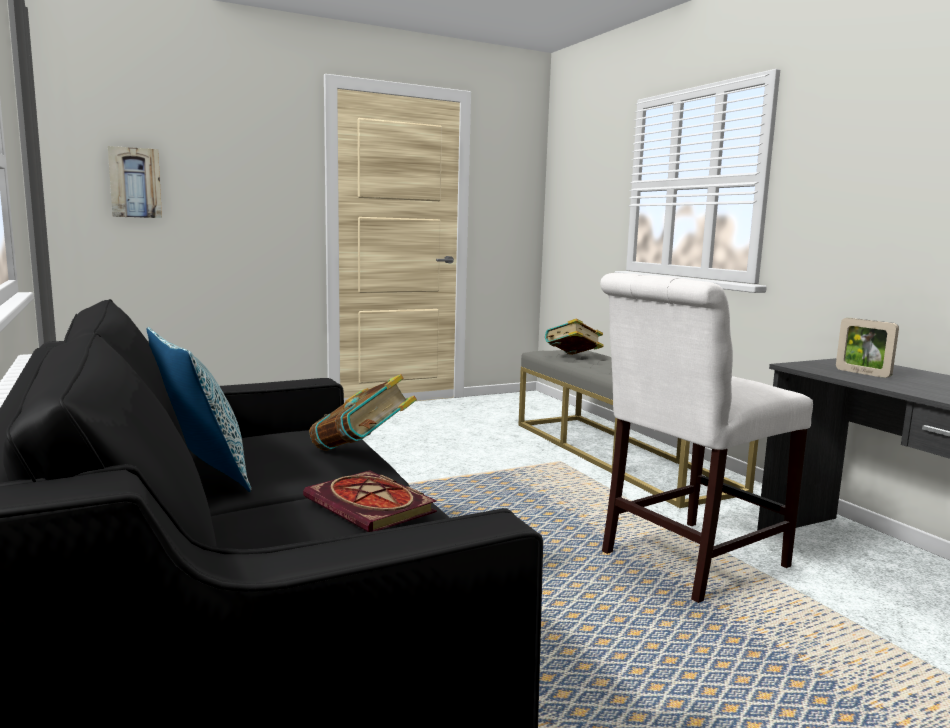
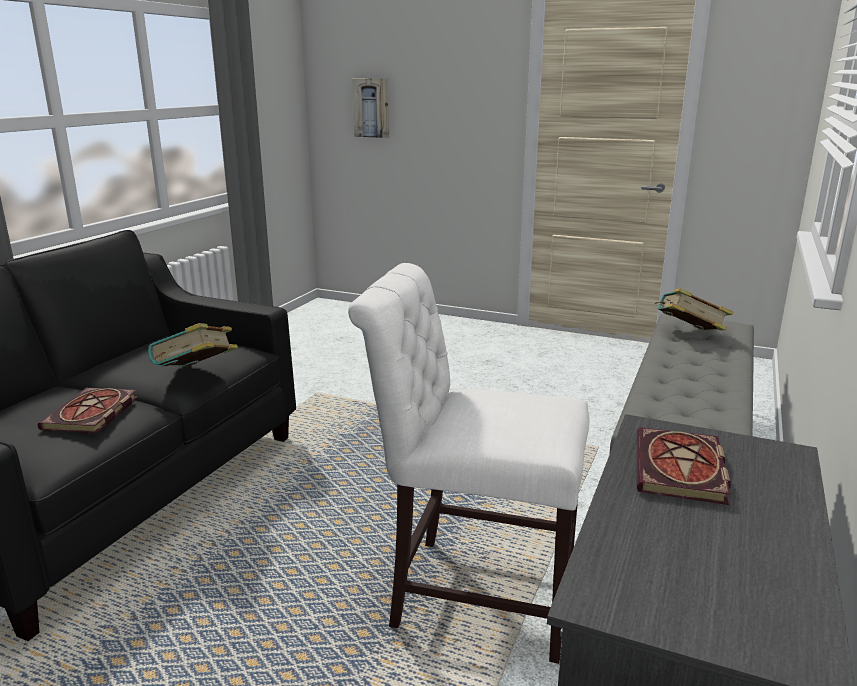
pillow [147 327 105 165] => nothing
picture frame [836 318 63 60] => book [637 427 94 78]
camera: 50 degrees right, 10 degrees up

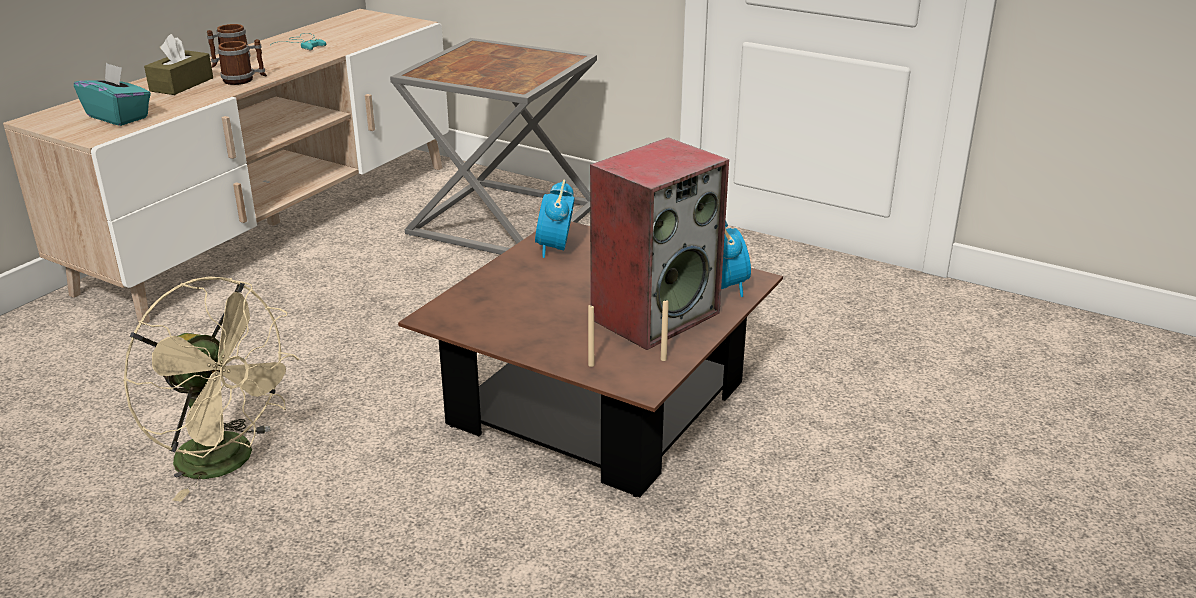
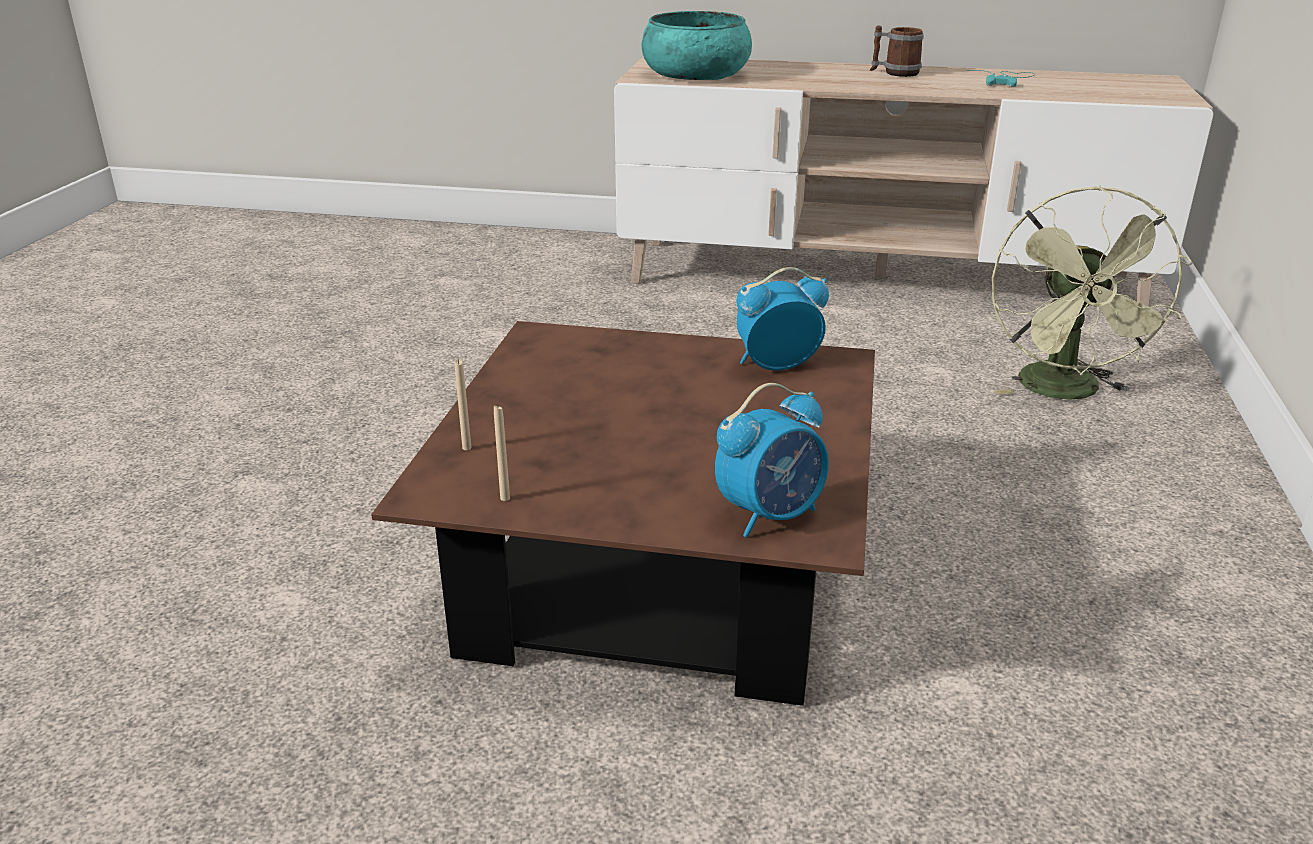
beige fan [123 277 176 224] => nothing
brown tissue box [144 34 69 61] => nothing
mug [218 39 49 46] => nothing
speaker [590 137 139 213] => nothing
turquoise tissue box [74 63 77 63] => turquoise bowl [642 11 110 69]
grey side table [390 38 207 217] => green fan [992 186 201 214]
camera: 70 degrees right, 0 degrees up

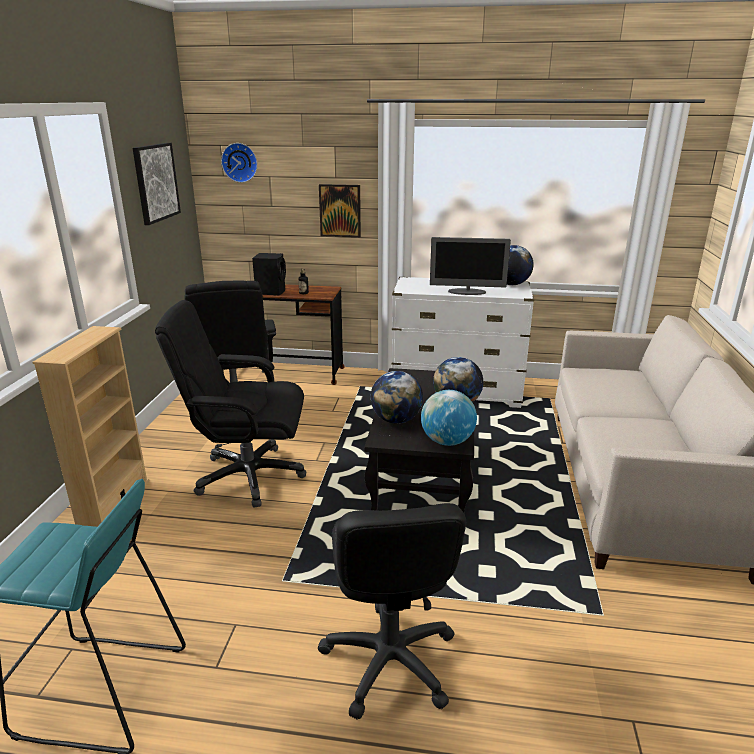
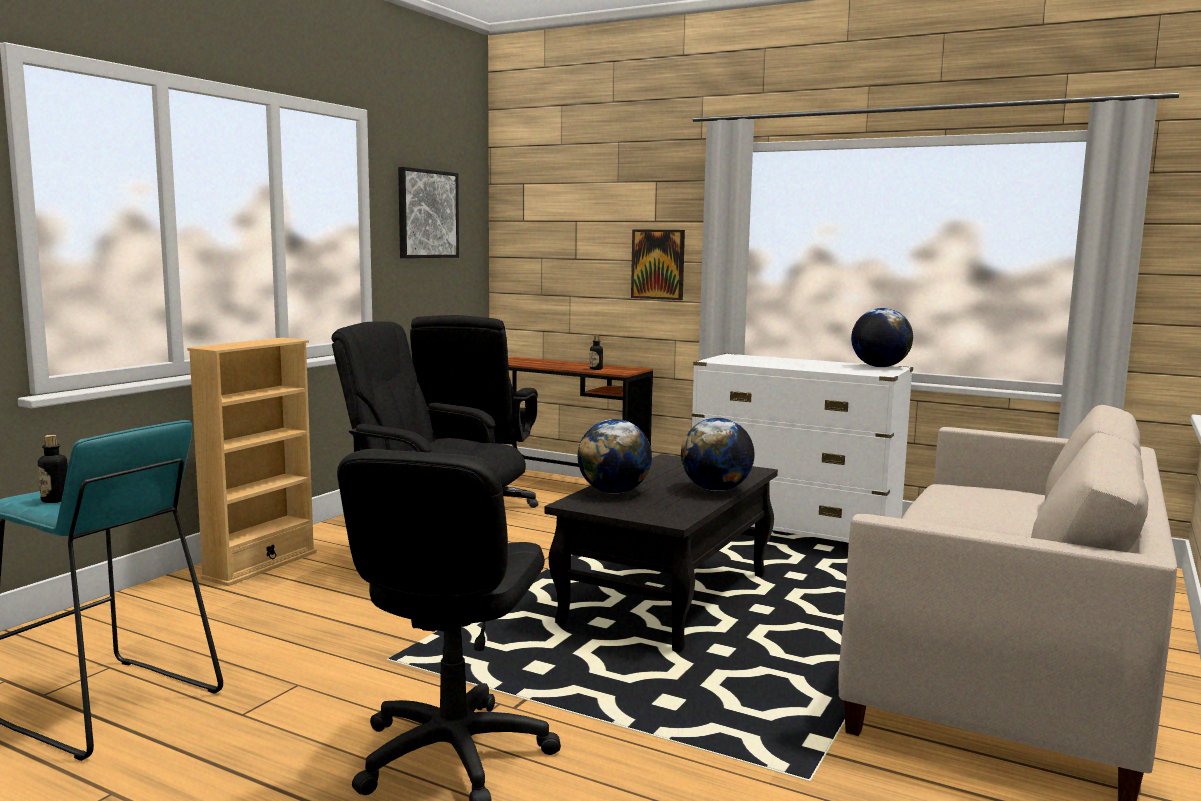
wall clock [221 143 37 40] => nothing
black speaker [252 253 34 42] => nothing
globe [421 390 56 56] => nothing
monitor [430 237 81 58] => nothing
nothing => bottle [38 435 30 68]
camera: 20 degrees right, 15 degrees down

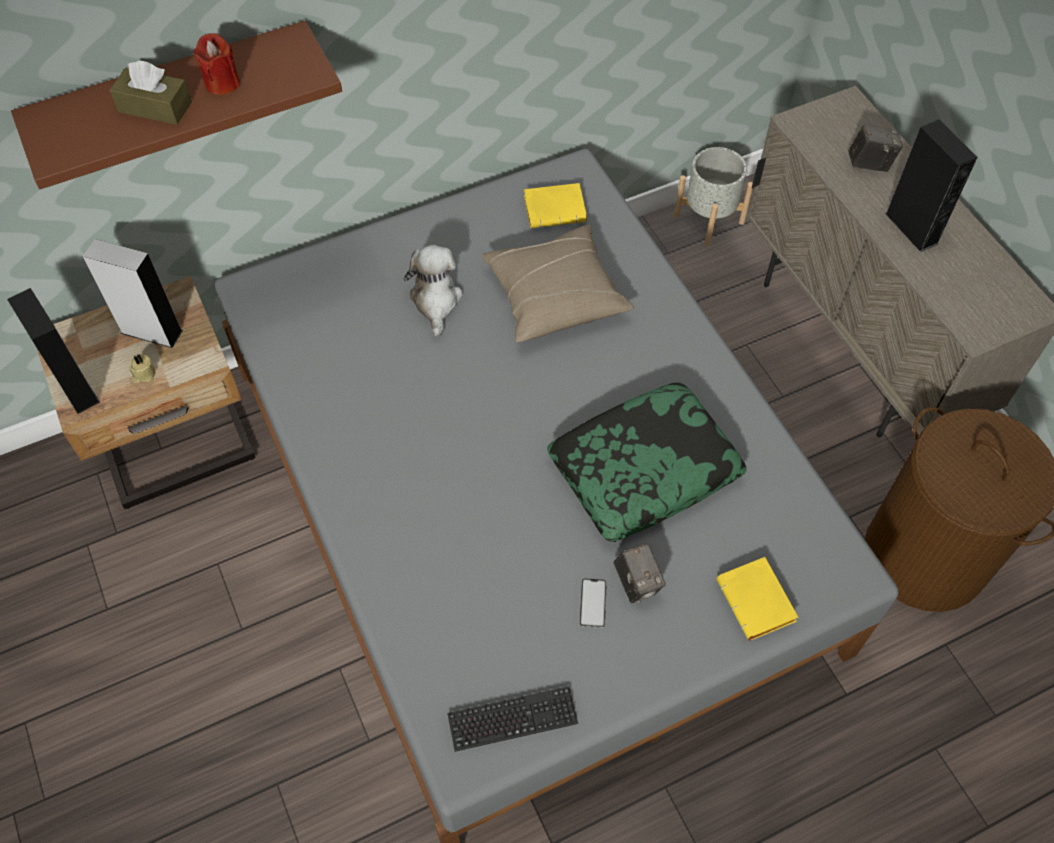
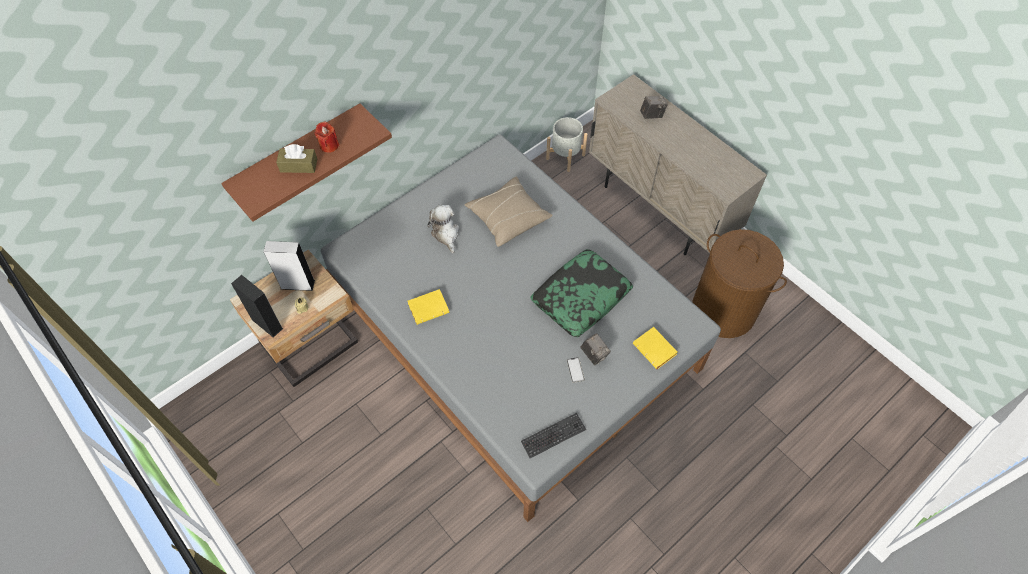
black speaker [885 119 93 133] => nothing
yellow book [524 183 63 45] => yellow book [408 289 41 36], move
camera: 15 degrees left, 0 degrees up

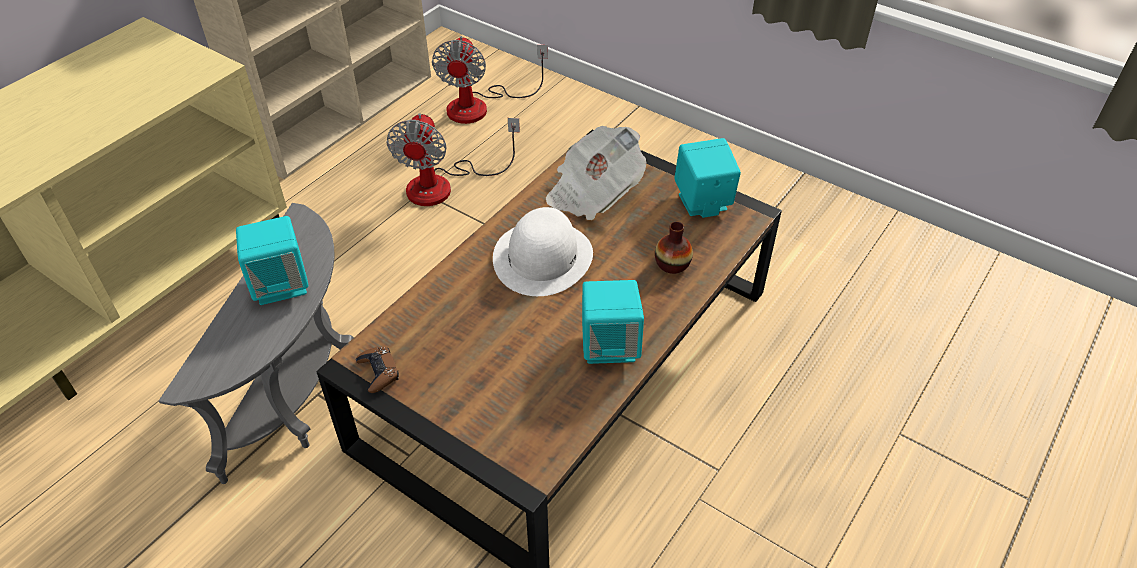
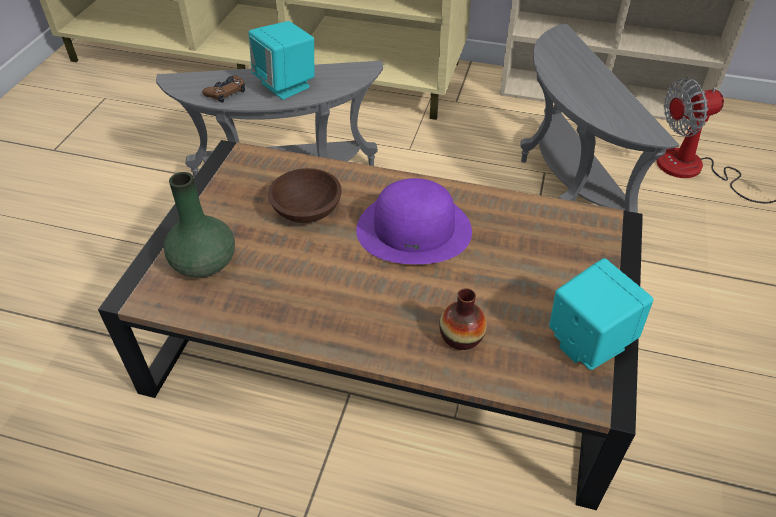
newspaper [546 126 101 94] => nothing
turquoise speaker [582 280 62 84] => nothing
nothing => green vase [164 172 71 106]
nothing => brown bowl [268 168 74 55]
brown game controller [356 347 43 46] => brown game controller [202 75 43 28], move
fan [386 113 134 93] => grey side table [520 24 159 202]
white hat [493 207 100 89] => purple hat [356 178 116 86]
camera: 70 degrees right, 0 degrees up

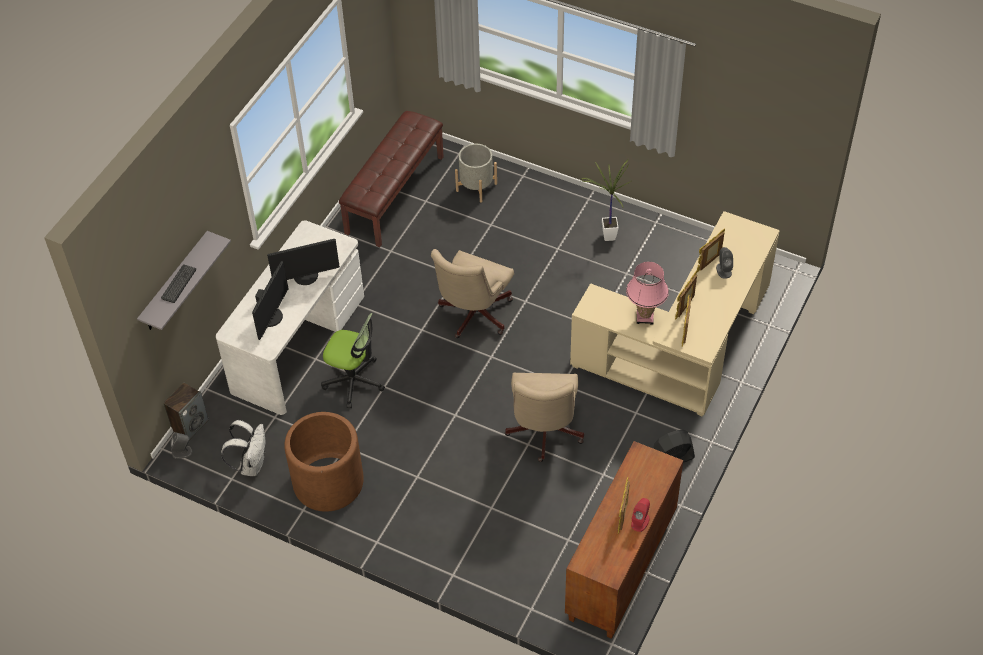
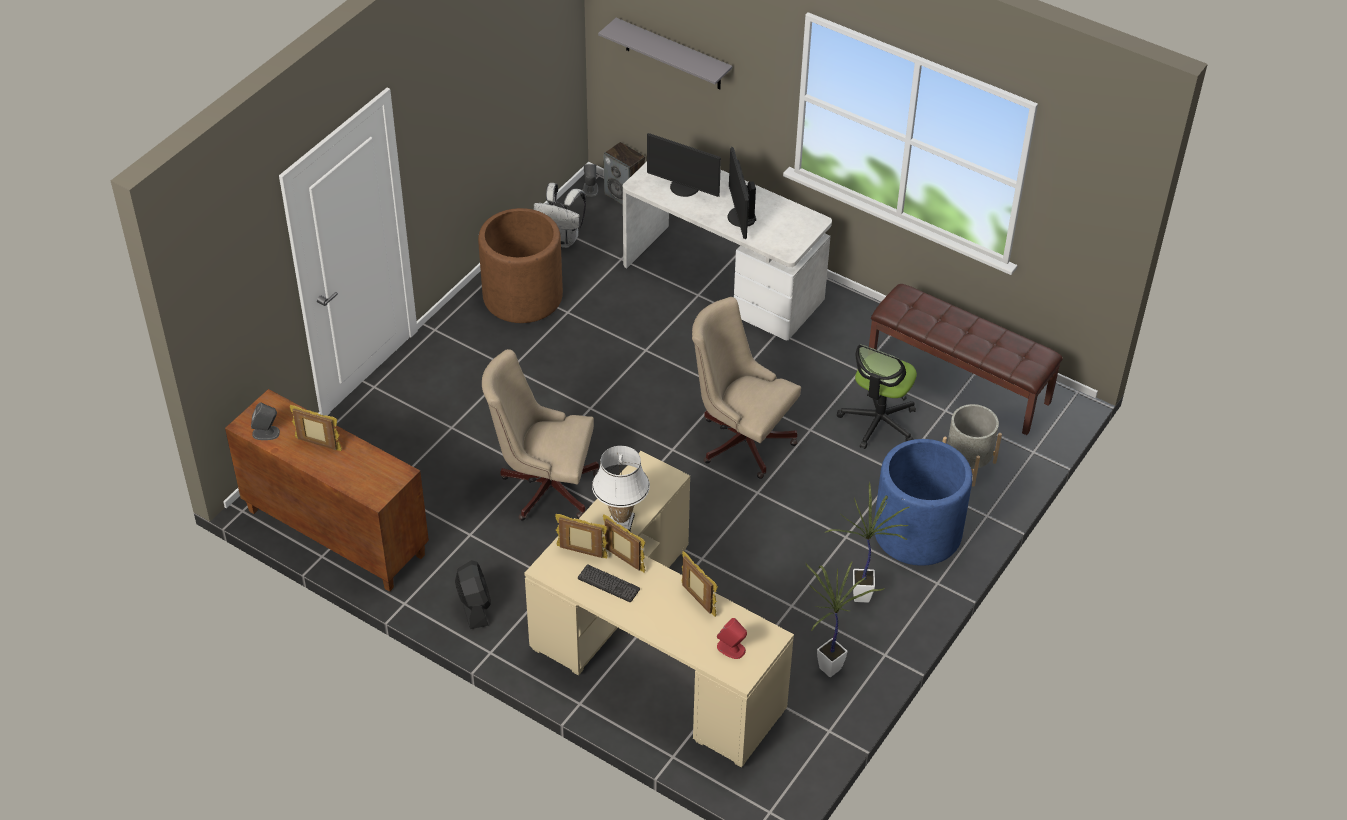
nothing => potted plant [806 561 78 116]
nothing => blue planter [874 439 98 127]
keyboard [161 264 35 39] => keyboard [578 564 62 38], move
office chair [321 313 64 95] => office chair [837 344 80 105], move
red speaker [631 498 19 34] => red speaker [717 618 30 41], move
grey speaker [716 247 17 32] => grey speaker [251 402 29 38], move
pink table lamp [626 262 43 62] => white table lamp [592 446 58 85]
camera: 95 degrees right, 5 degrees down

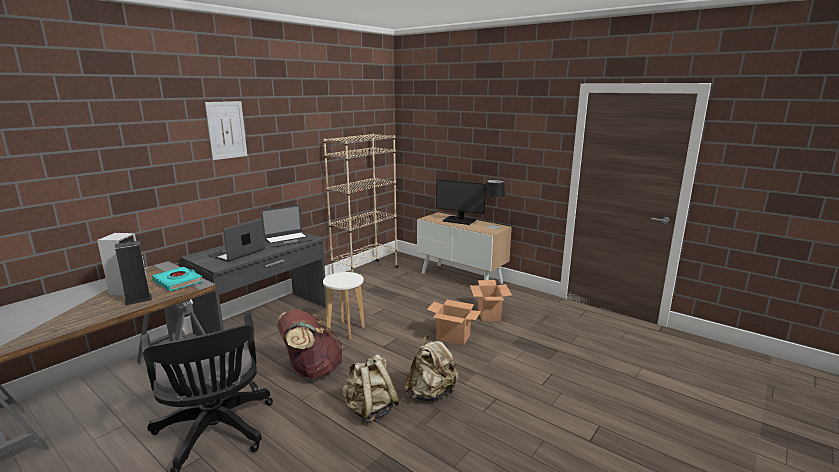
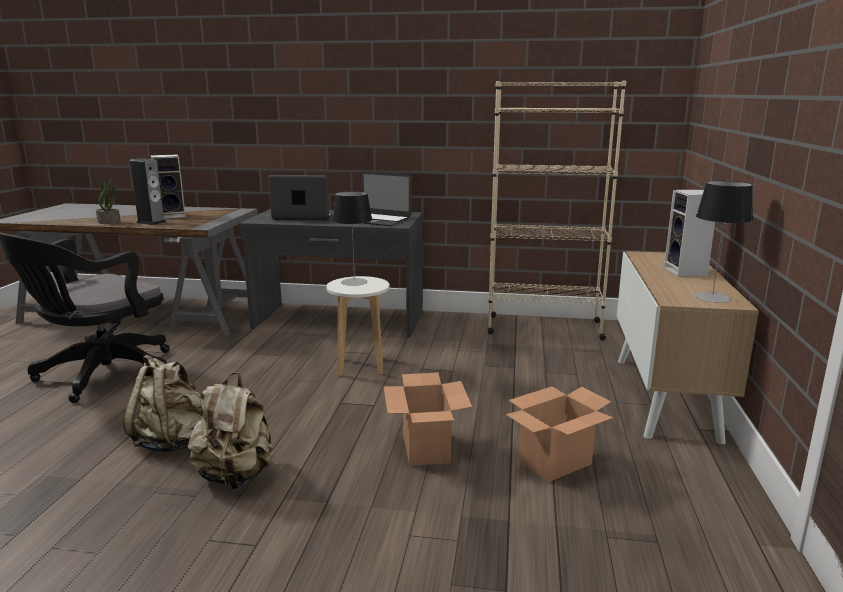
turquoise book [152 267 51 24] => nothing
picture [205 101 42 59] => nothing
brown backpack [277 310 67 68] => nothing
nothing => potted plant [96 176 25 48]
nothing => table lamp [332 191 40 95]
monitor [436 179 50 46] => speaker [664 190 51 87]
camera: 60 degrees right, 0 degrees up

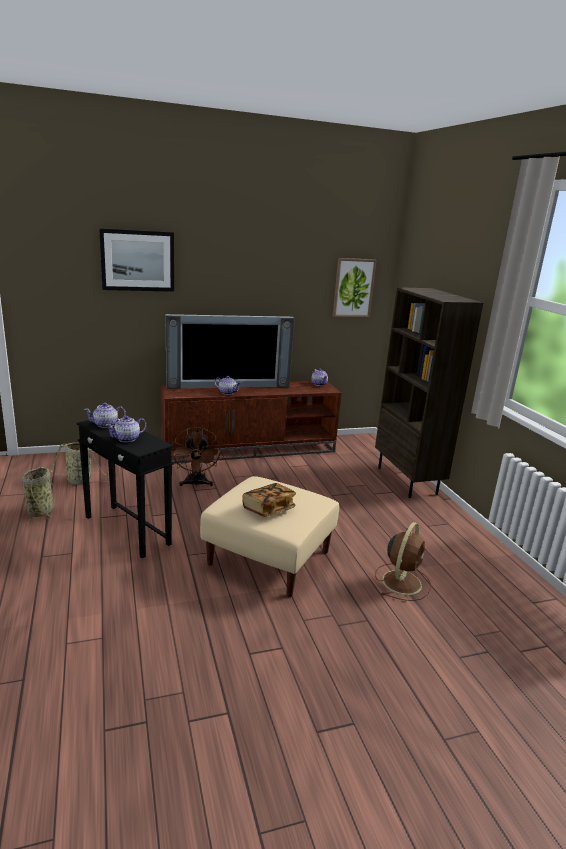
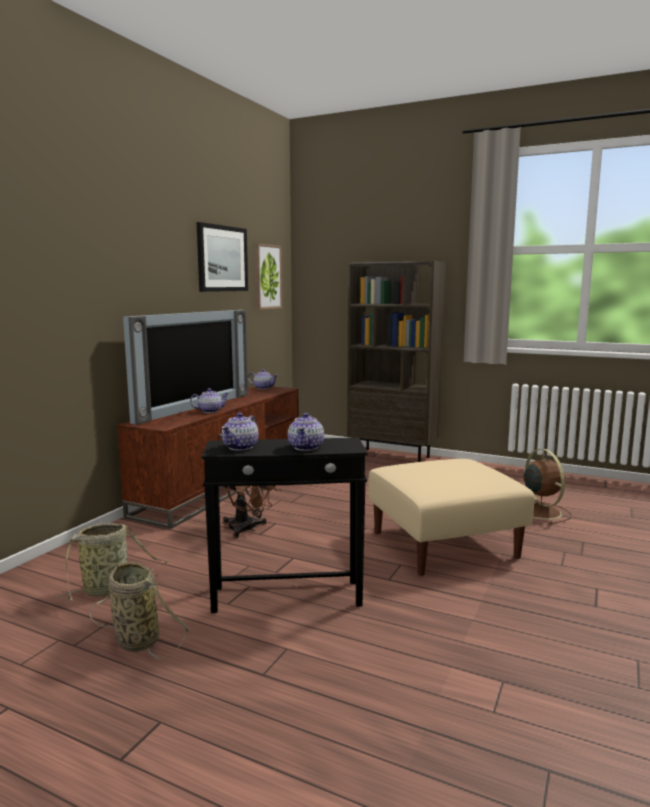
book [242 483 54 34] => nothing
picture [99 228 75 64] => picture [197 222 51 70], move
camera: 45 degrees left, 10 degrees down

